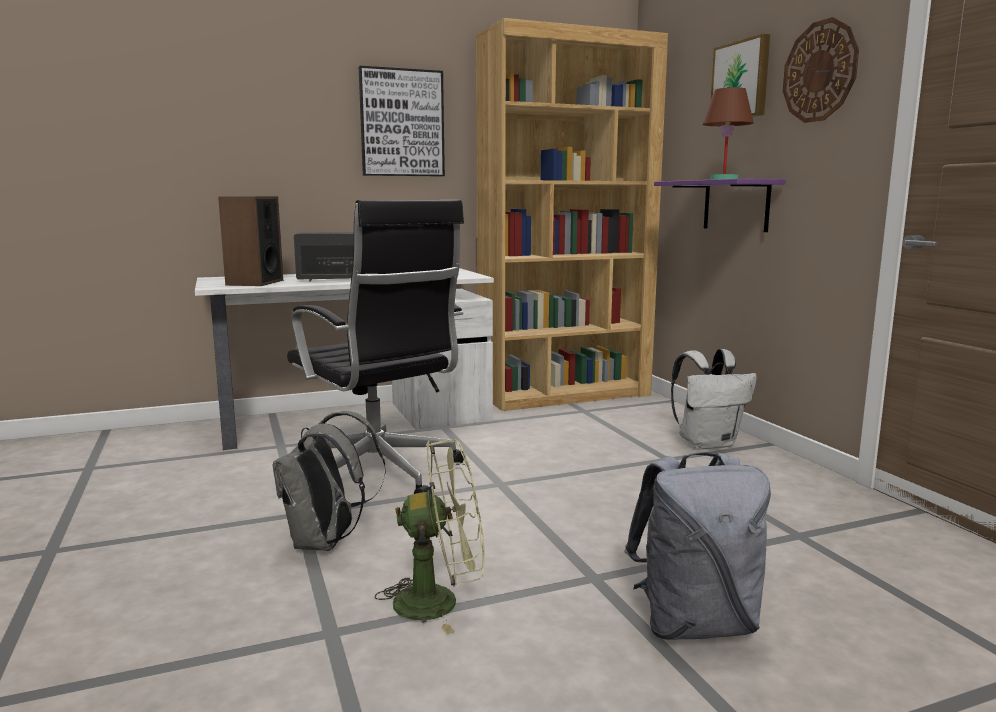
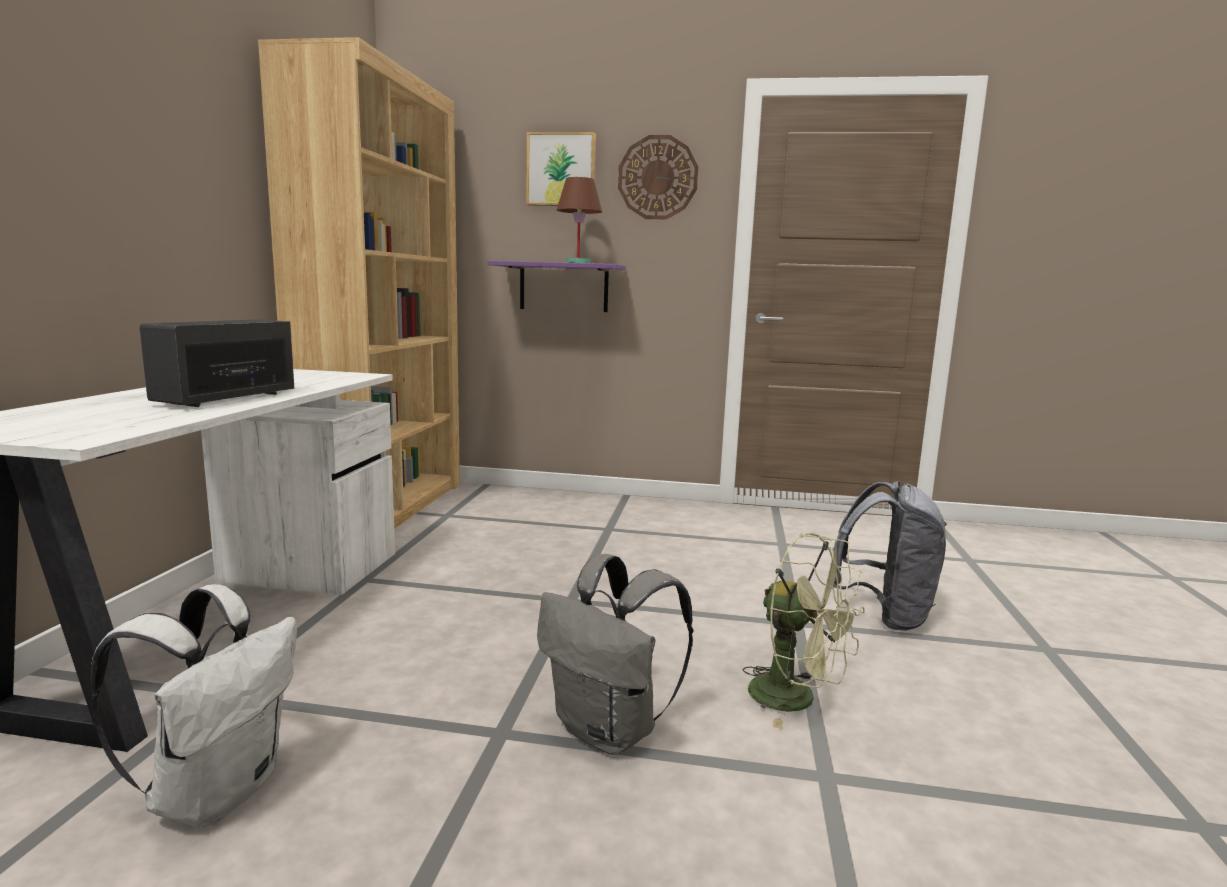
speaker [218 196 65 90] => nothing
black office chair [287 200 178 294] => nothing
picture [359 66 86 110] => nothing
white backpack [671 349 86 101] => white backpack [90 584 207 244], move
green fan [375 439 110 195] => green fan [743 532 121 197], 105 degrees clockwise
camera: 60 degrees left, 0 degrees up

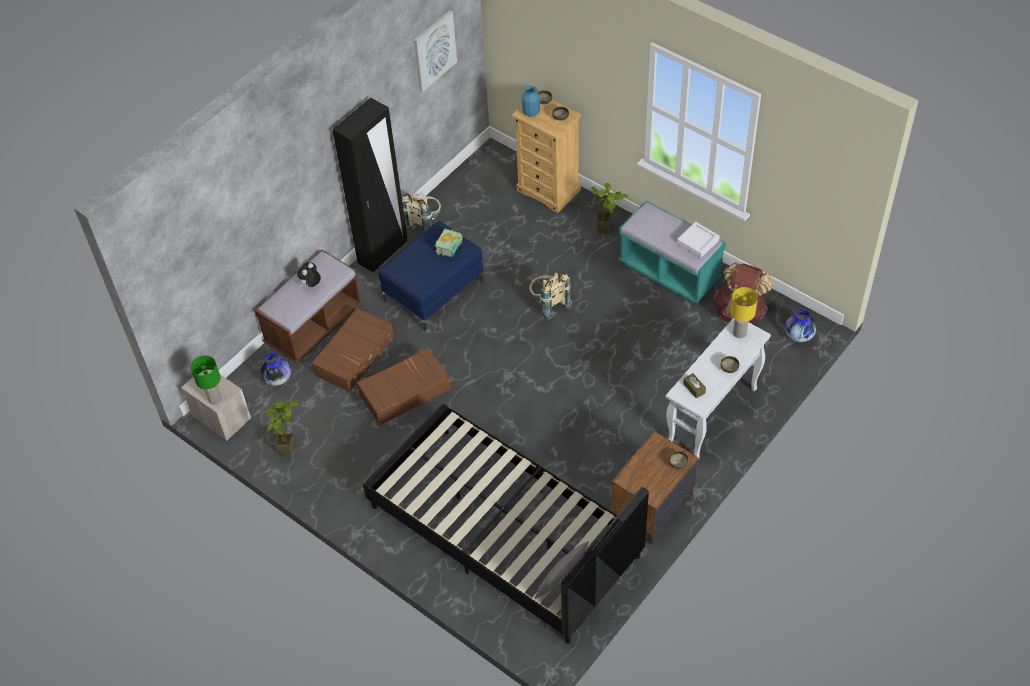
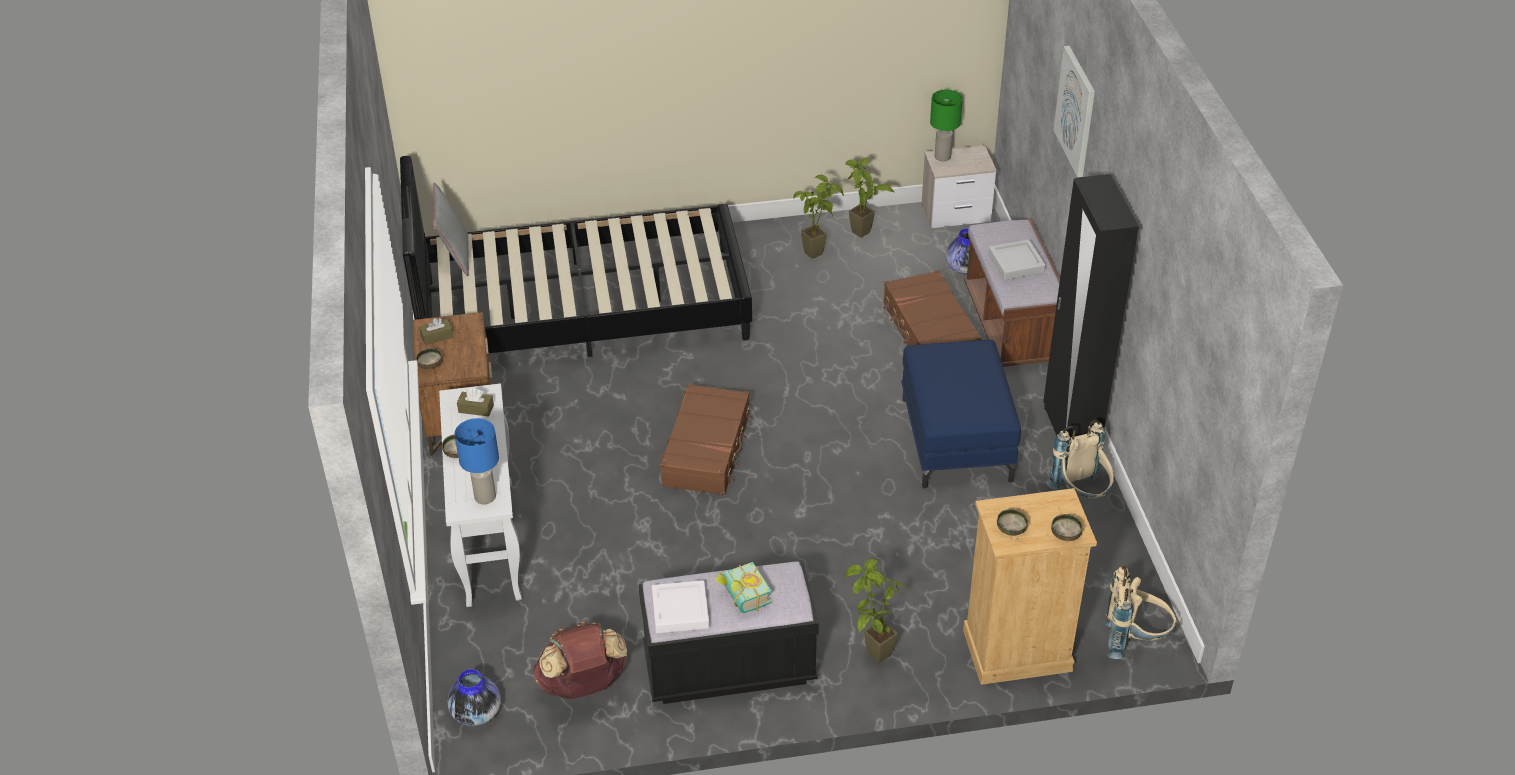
blue vase [522 86 18 31] => nothing
nothing => brown tissue box [419 318 35 27]
nothing => potted plant [793 175 51 84]
brown suitcase [357 348 94 77] => brown suitcase [660 384 93 111], move
picture [414 11 43 81] => picture [1053 46 42 131], move
book [435 229 28 28] => book [715 562 56 51], move
beige backpack [529 273 43 47] => beige backpack [1105 566 72 93], move
plush toy [297 262 24 26] => grey tray [989 239 56 41]
turquoise bench [618 201 108 102] => black bench [639 561 180 143]
yellow table lamp [730 287 28 51] => blue table lamp [454 418 45 86]
camera: 130 degrees right, 10 degrees down

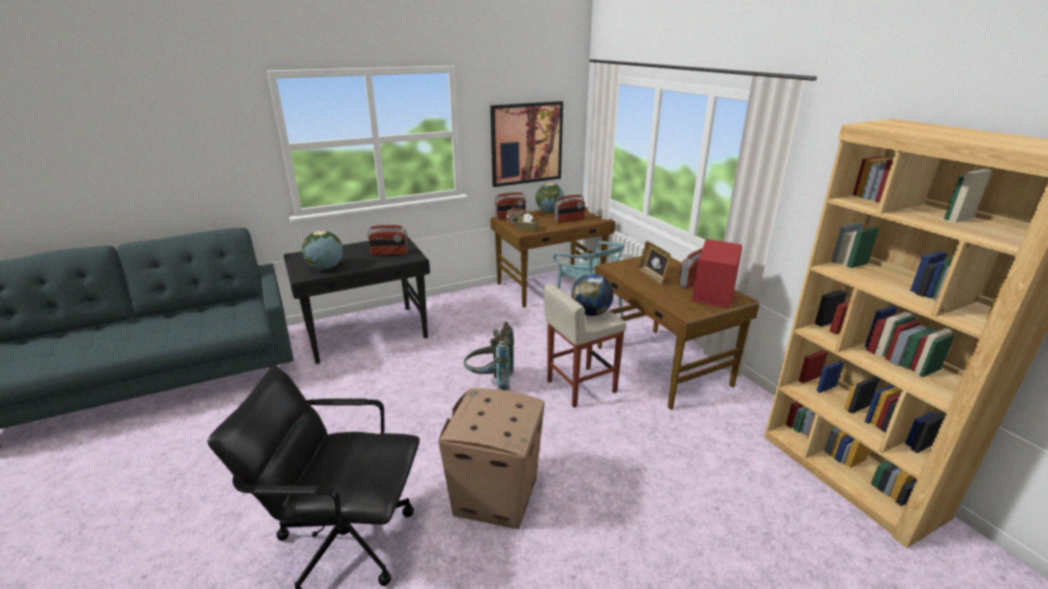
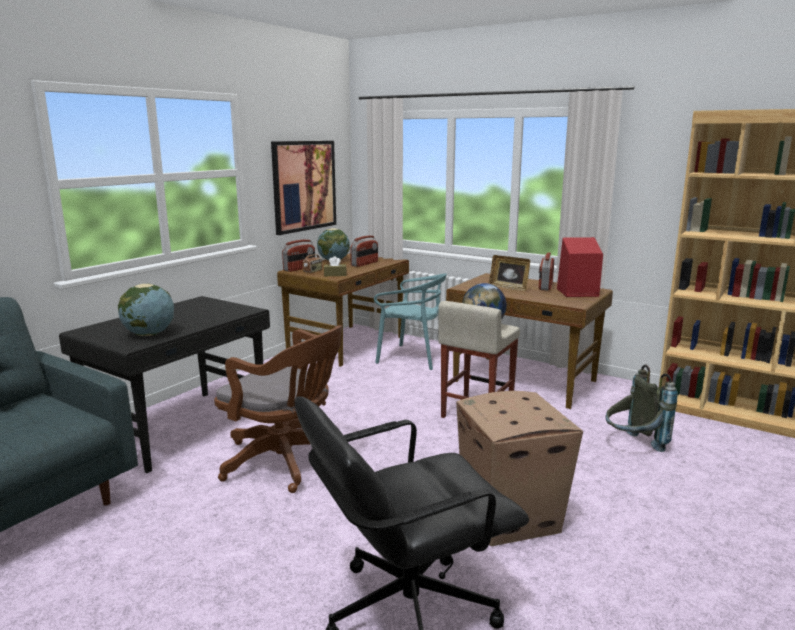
radio [367 225 41 31] => nothing
nothing => brown office chair [214 325 128 168]
grey backpack [464 322 50 69] => grey backpack [606 365 72 87], move
camera: 30 degrees left, 10 degrees down

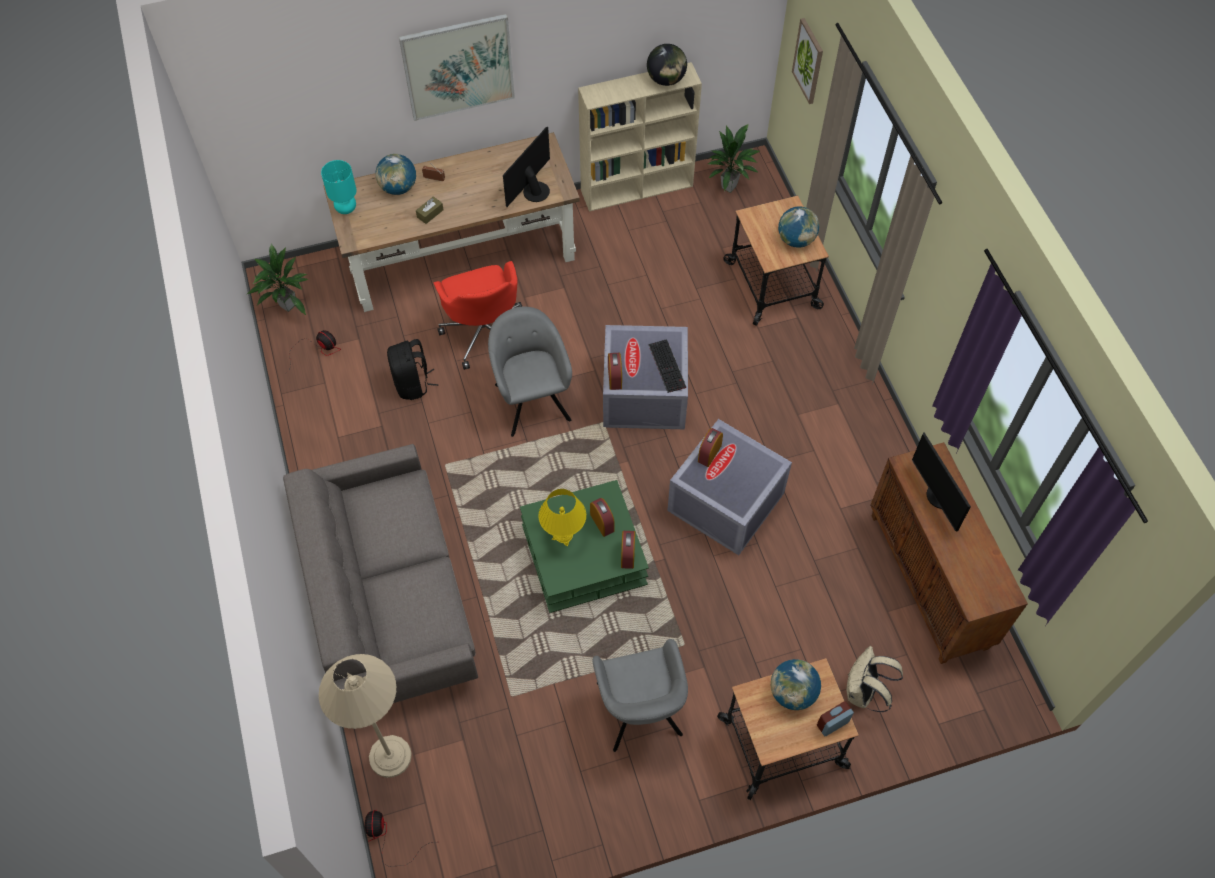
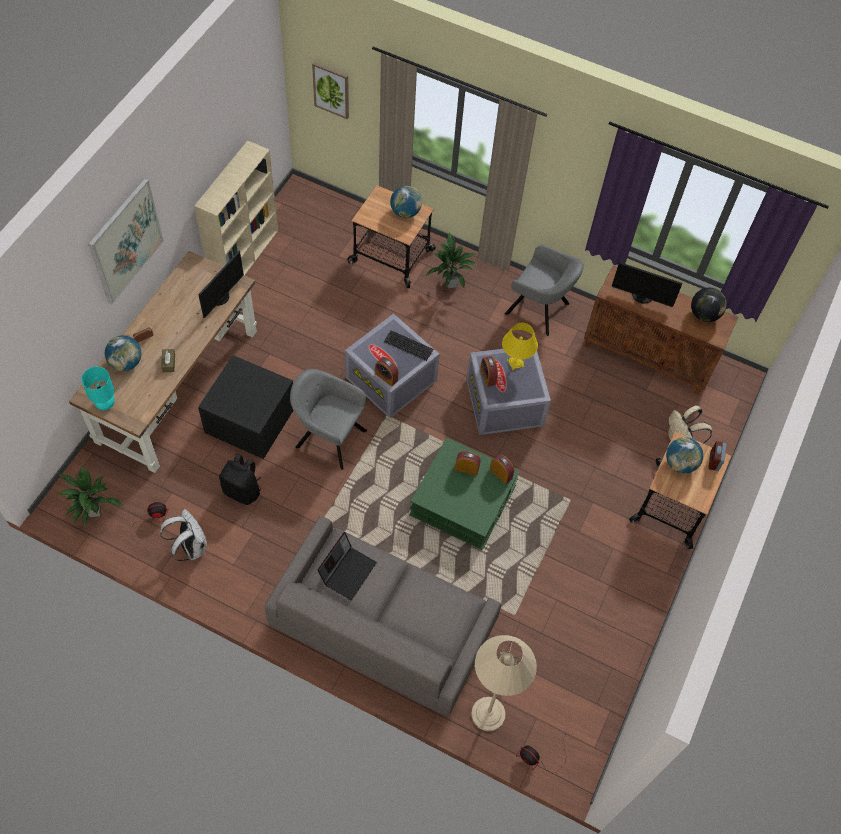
nothing => white backpack [160 509 47 52]
nothing => laptop [318 532 59 68]
yellow table lamp [538 489 48 58] => yellow table lamp [502 323 36 47], move
grey armchair [593 639 95 113] => grey armchair [505 245 79 91], move
globe [647 44 40 42] => globe [691 288 36 34], move
potted plant [708 124 51 69] => potted plant [426 232 51 57], move
red office chair [434 261 88 109] => black storage box [198 355 96 104]
monitor [503 127 47 80] => monitor [198 250 46 68], 135 degrees counterclockwise
camera: 50 degrees left, 0 degrees up

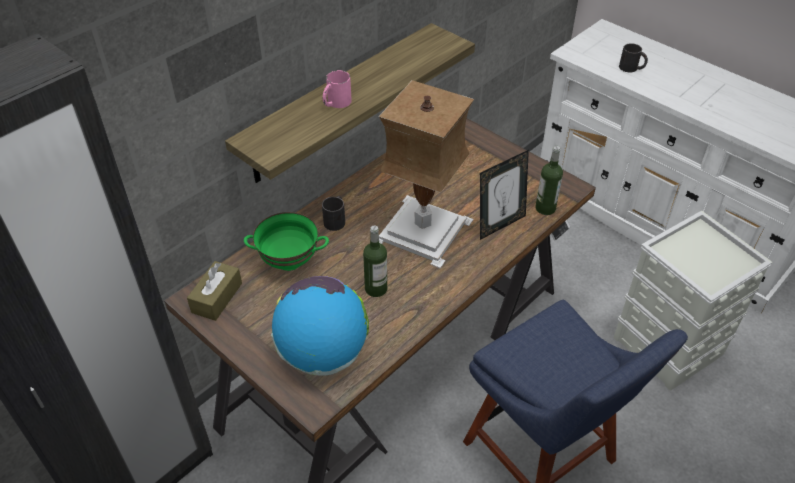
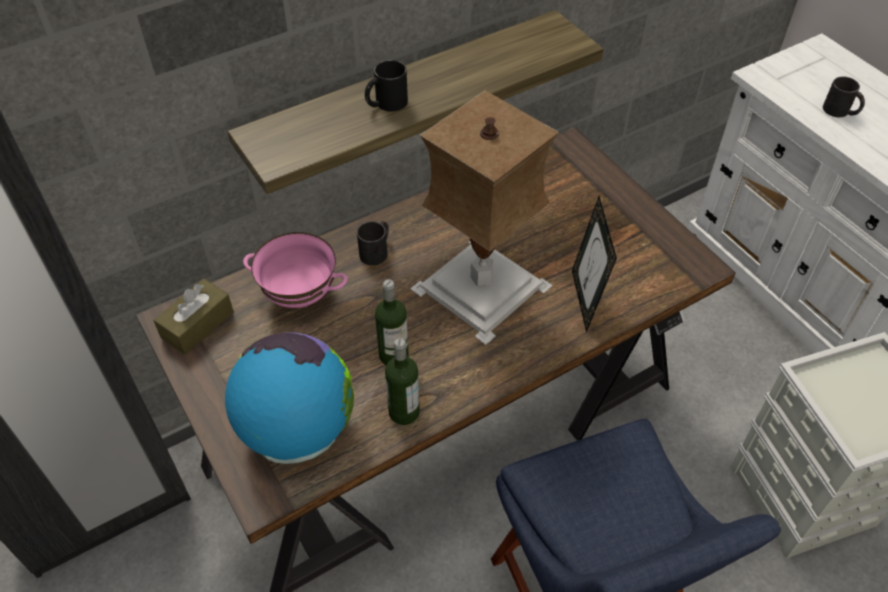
bottle [535 146 28 69] => bottle [385 338 35 87], move
green bowl [244 212 85 59] => pink bowl [243 232 105 76]
pink mug [323 70 29 38] => black mug [365 60 43 52]
picture frame [480 150 49 90] => picture frame [572 196 45 137], 105 degrees clockwise
camera: 15 degrees right, 5 degrees up

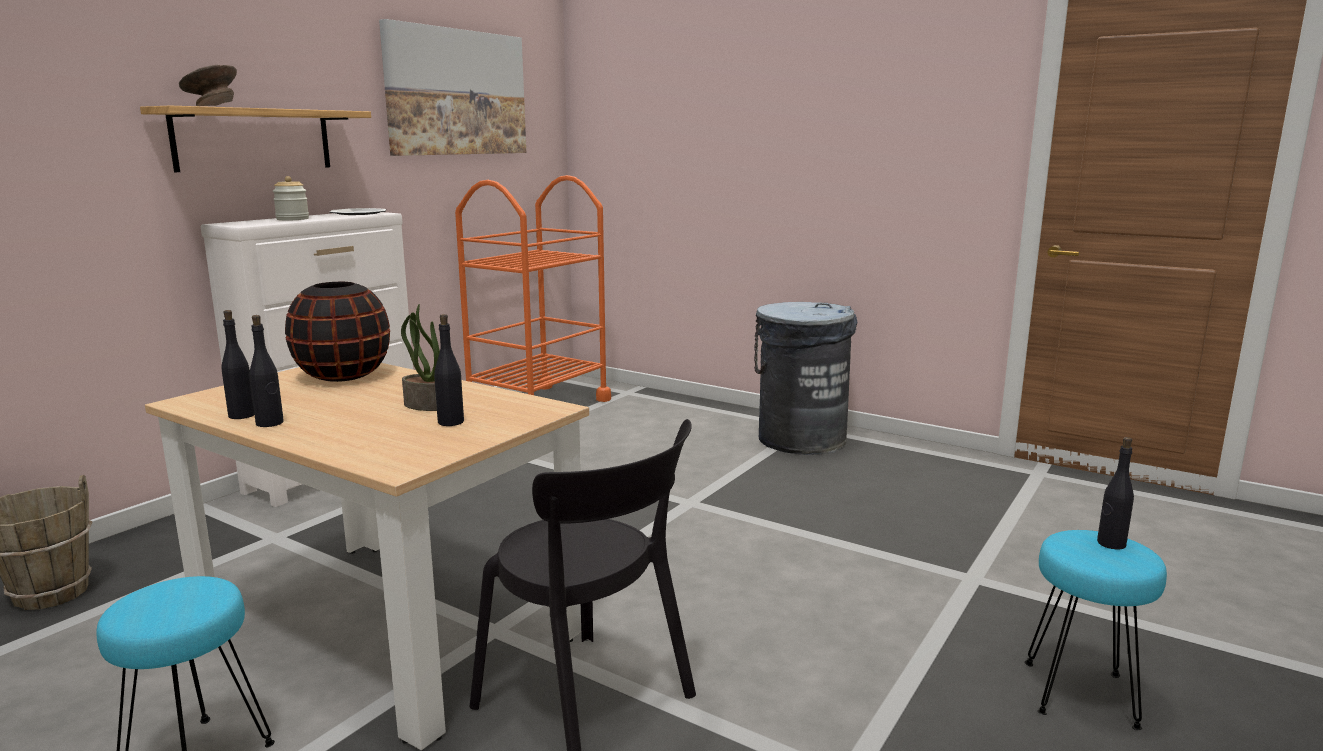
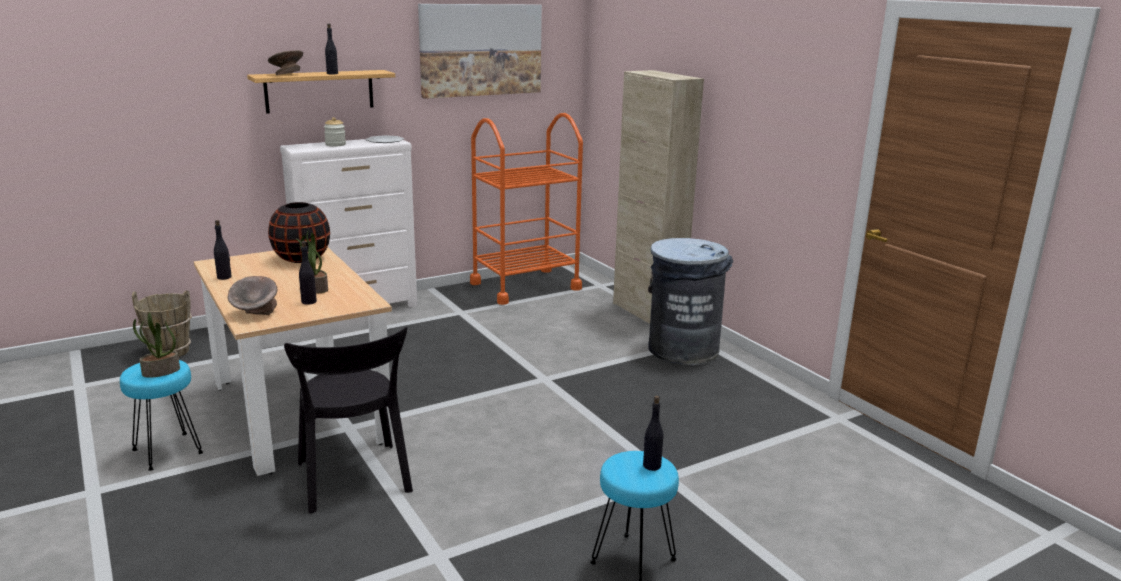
nothing => potted plant [133 312 47 66]
nothing => grey bowl [228 276 50 39]
nothing => beige cabinet [613 70 91 254]
black bottle [249 315 35 112] => black bottle [325 24 13 50], move
camera: 25 degrees right, 5 degrees up

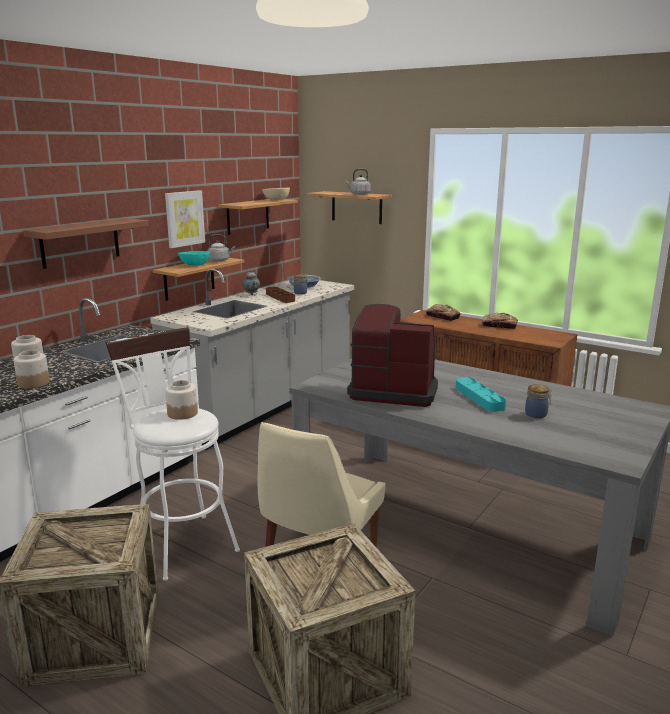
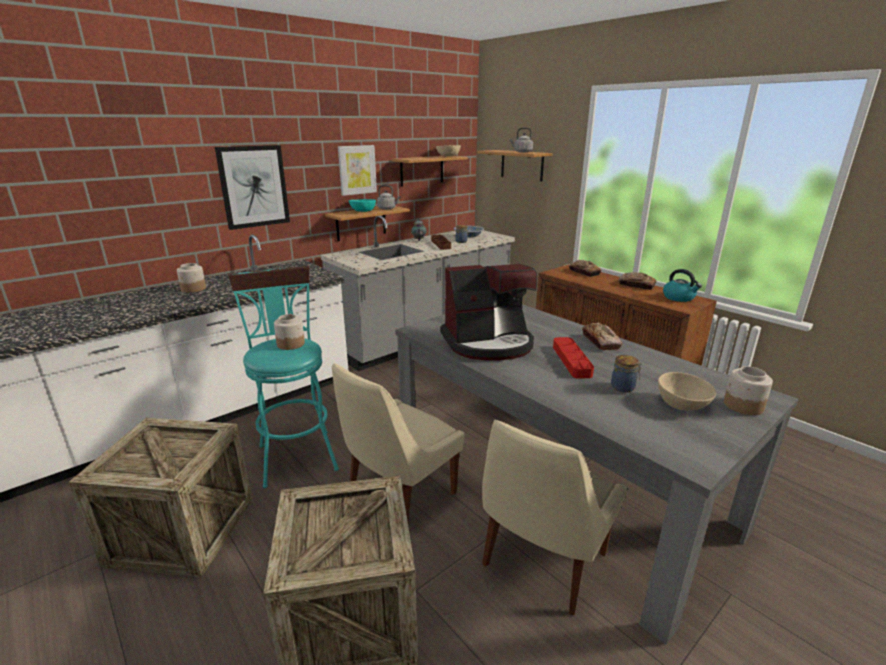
nothing => beige chair [482 420 145 195]
nothing => bread [582 323 40 27]
nothing => beige bowl [658 372 58 39]
nothing => kettle [663 269 39 33]
jar [14 350 36 39] => jar [724 366 49 49], move
brown shelf [23 218 126 51] => picture [215 145 75 85]
white stool [105 327 135 254] => turquoise stool [228 266 111 222]
turquoise tray [455 377 51 35] => red tray [553 337 41 42]
coffee machine [347 304 91 103] => coffee machine [440 264 97 97], 135 degrees clockwise
camera: 15 degrees right, 5 degrees up

